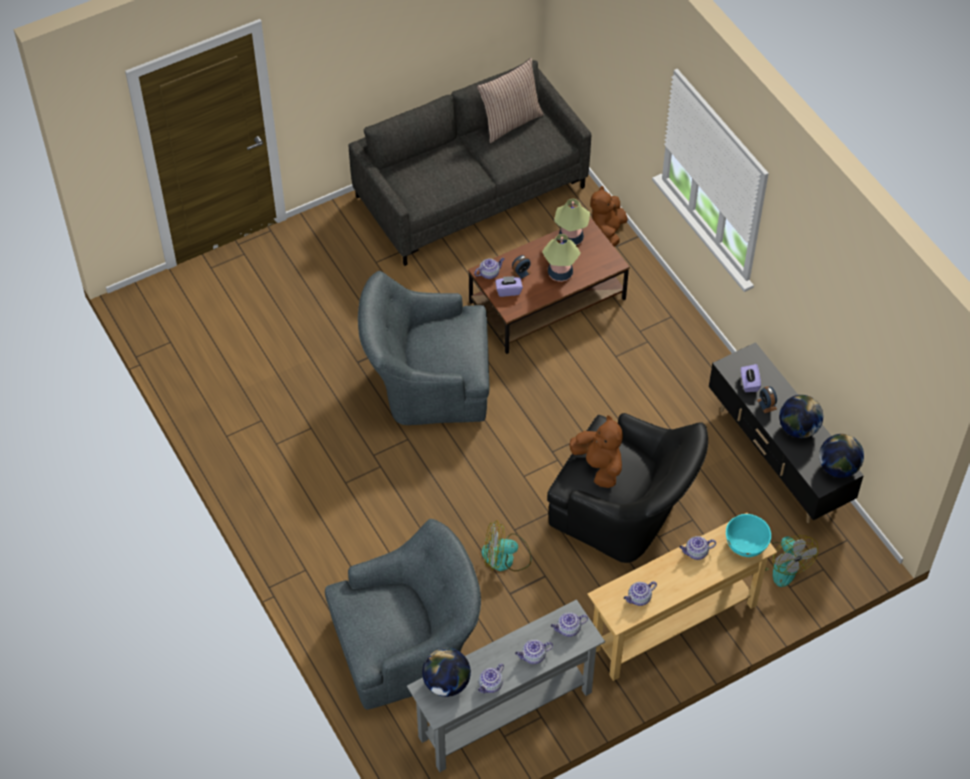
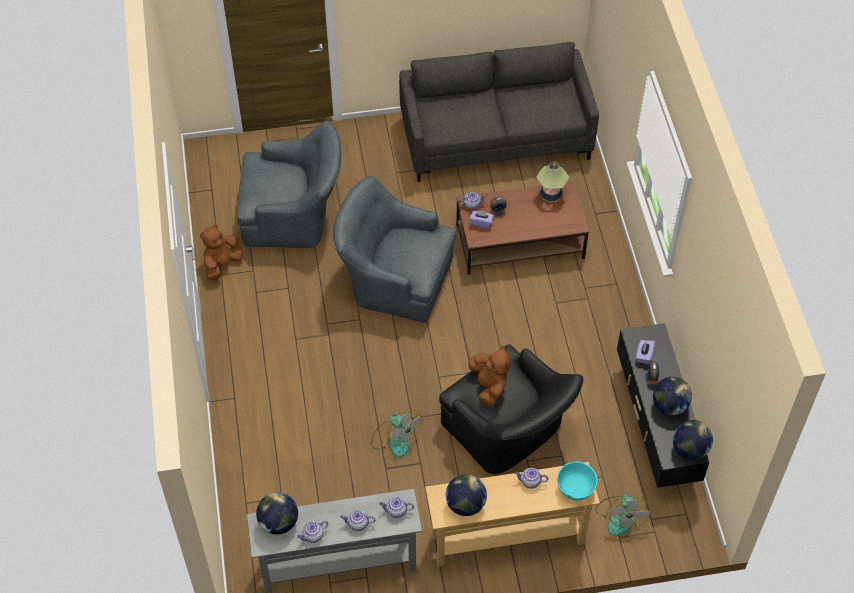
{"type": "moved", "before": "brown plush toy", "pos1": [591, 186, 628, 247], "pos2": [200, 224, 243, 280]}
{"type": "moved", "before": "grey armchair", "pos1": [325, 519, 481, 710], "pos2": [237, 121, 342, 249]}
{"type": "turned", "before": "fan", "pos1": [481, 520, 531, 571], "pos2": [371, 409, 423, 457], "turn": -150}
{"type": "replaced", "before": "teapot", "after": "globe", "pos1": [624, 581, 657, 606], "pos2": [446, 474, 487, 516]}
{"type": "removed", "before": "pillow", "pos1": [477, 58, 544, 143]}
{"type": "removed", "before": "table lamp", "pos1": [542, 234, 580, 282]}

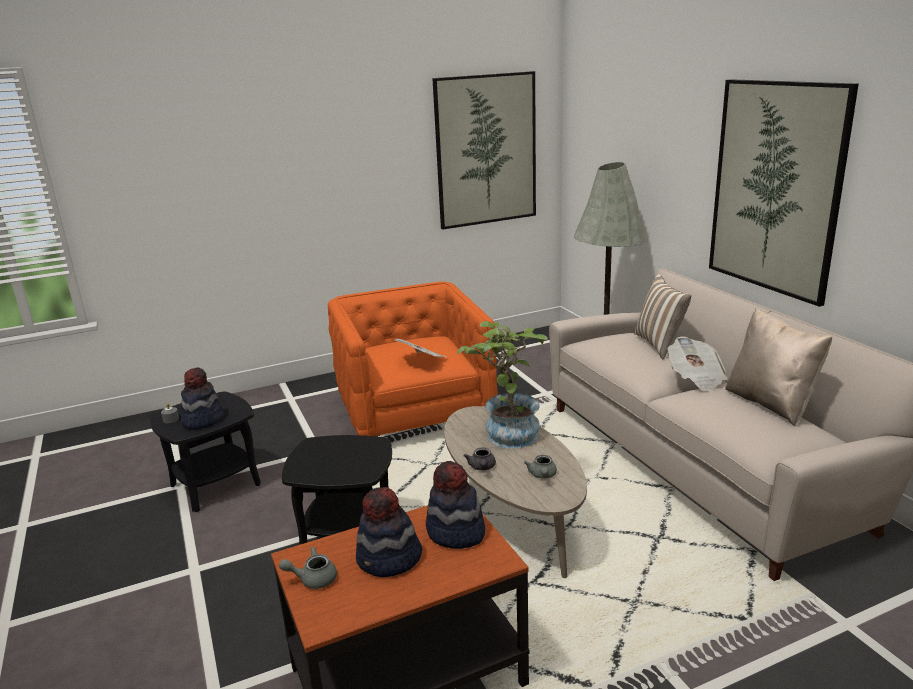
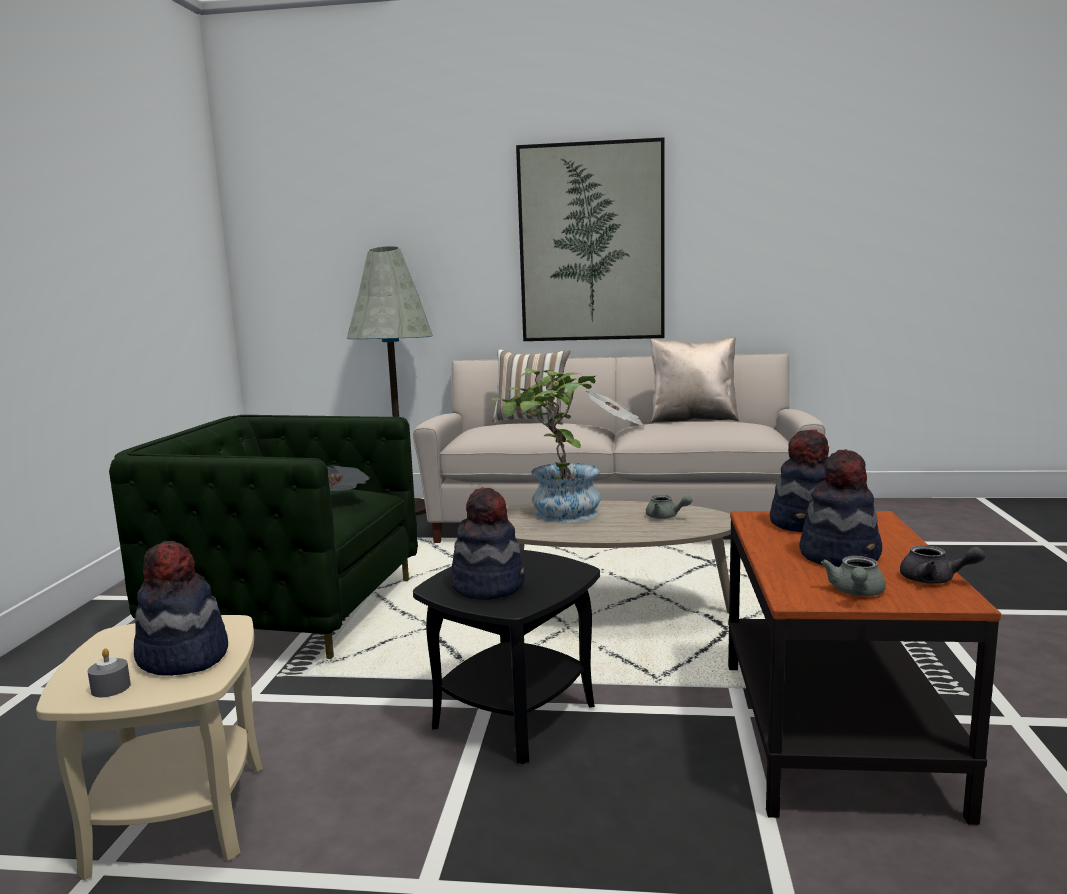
{"type": "recoloured", "before": "black side table", "after": "beige side table", "pos1": [149, 392, 261, 512], "pos2": [36, 615, 263, 881]}
{"type": "recoloured", "before": "orange armchair", "after": "green armchair", "pos1": [328, 281, 498, 437], "pos2": [109, 415, 418, 659]}
{"type": "added", "after": "hat", "pos2": [451, 487, 525, 600]}
{"type": "moved", "before": "grey teapot", "pos1": [464, 447, 496, 470], "pos2": [900, 545, 985, 584]}
{"type": "removed", "before": "picture", "pos1": [432, 71, 536, 229]}

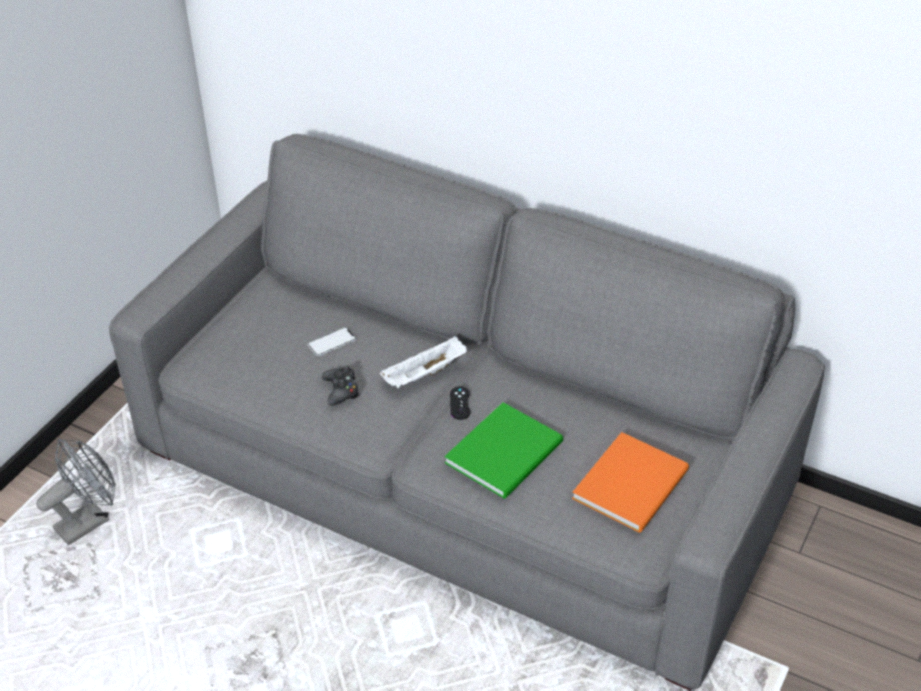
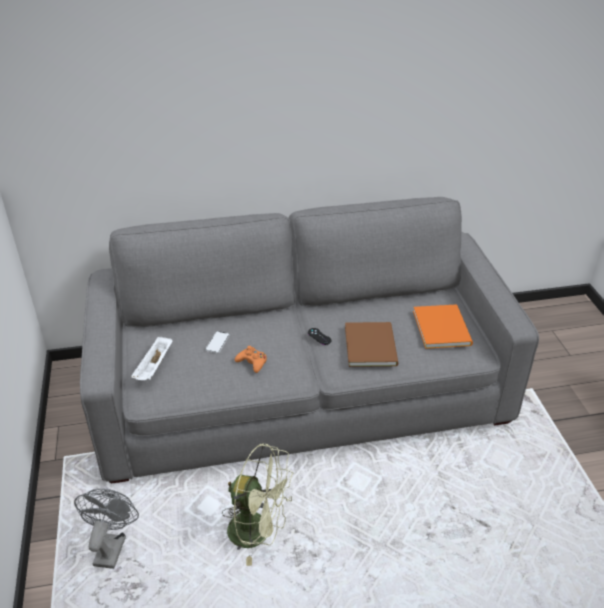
{"type": "moved", "before": "white tray", "pos1": [380, 336, 467, 388], "pos2": [131, 335, 173, 380]}
{"type": "added", "after": "green fan", "pos2": [222, 443, 294, 566]}
{"type": "recoloured", "before": "black game controller", "after": "orange game controller", "pos1": [322, 365, 360, 406], "pos2": [235, 346, 267, 373]}
{"type": "recoloured", "before": "green book", "after": "brown book", "pos1": [445, 402, 563, 499], "pos2": [345, 322, 398, 367]}

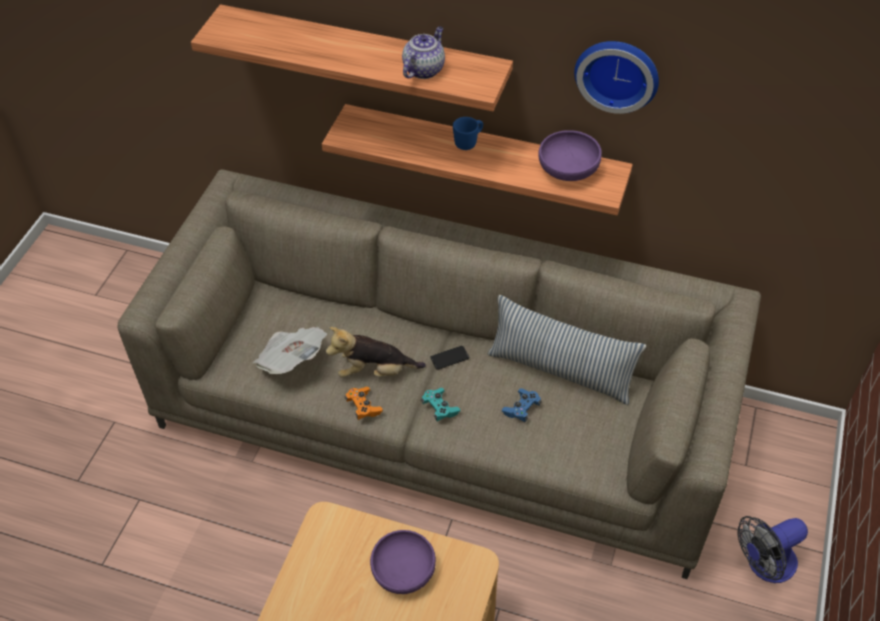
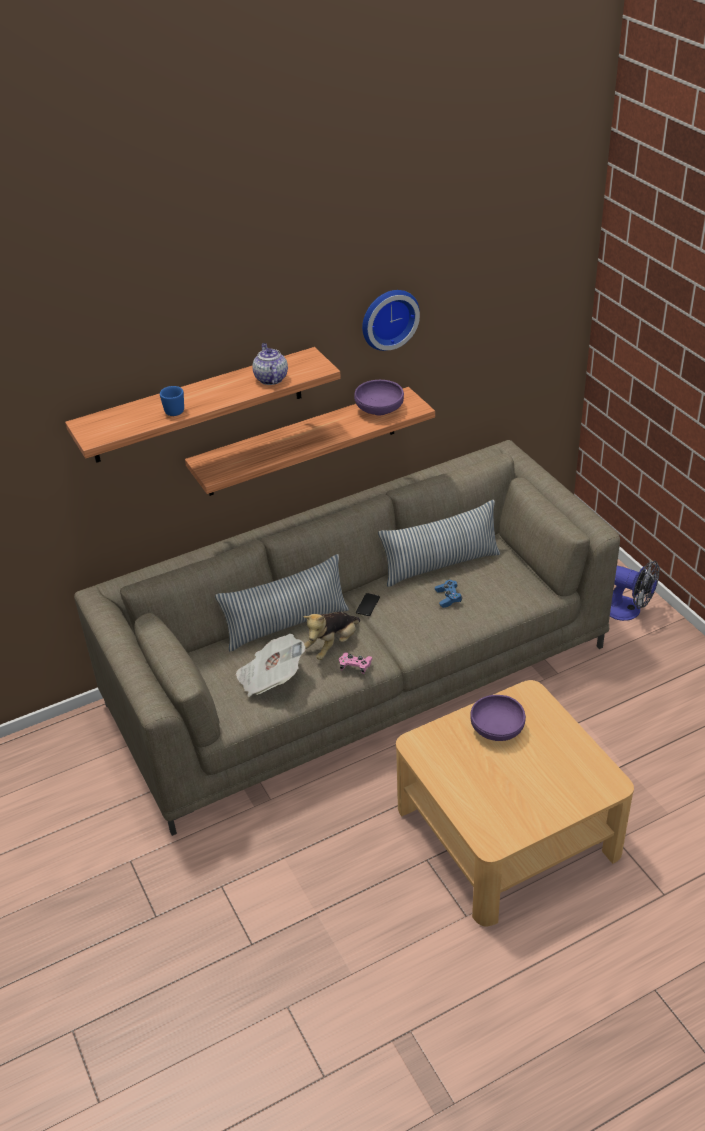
{"type": "moved", "before": "blue mug", "pos1": [453, 117, 483, 150], "pos2": [160, 386, 184, 416]}
{"type": "added", "after": "pillow", "pos2": [215, 554, 349, 652]}
{"type": "recoloured", "before": "orange game controller", "after": "pink game controller", "pos1": [345, 387, 383, 420], "pos2": [339, 653, 373, 674]}
{"type": "turned", "before": "fan", "pos1": [737, 516, 808, 583], "pos2": [610, 561, 660, 621], "turn": -75}
{"type": "removed", "before": "turquoise game controller", "pos1": [421, 388, 460, 422]}

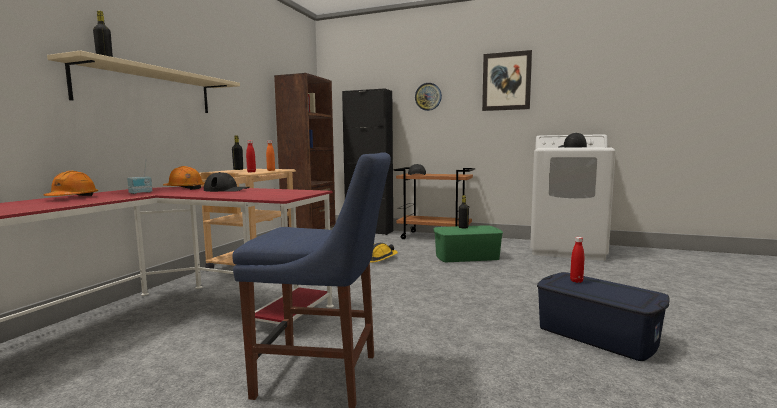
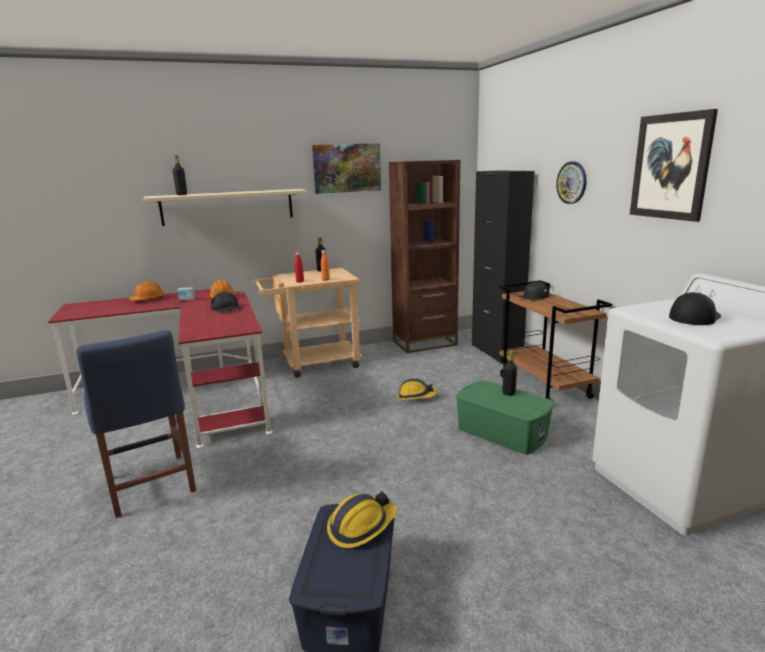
{"type": "added", "after": "picture", "pos2": [312, 143, 381, 194]}
{"type": "replaced", "before": "red bottle", "after": "hard hat", "pos1": [570, 237, 584, 283], "pos2": [327, 491, 397, 548]}

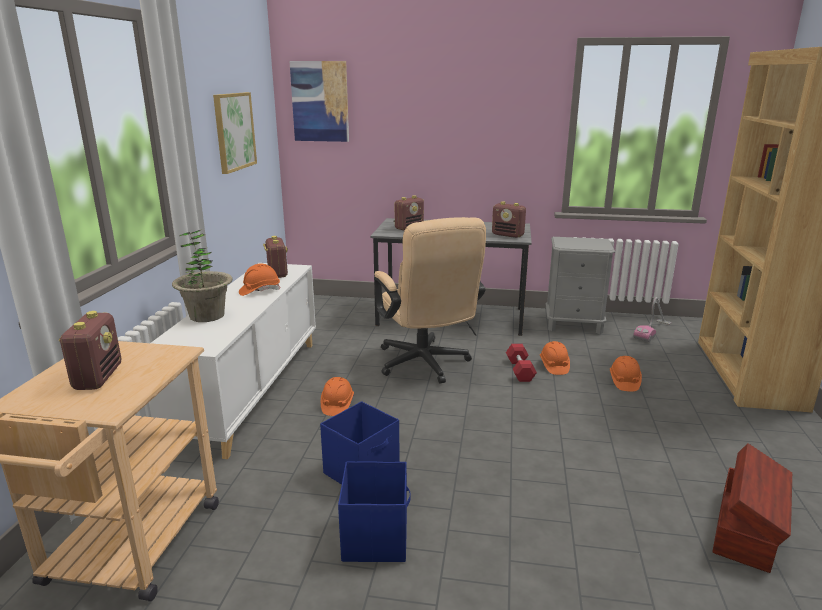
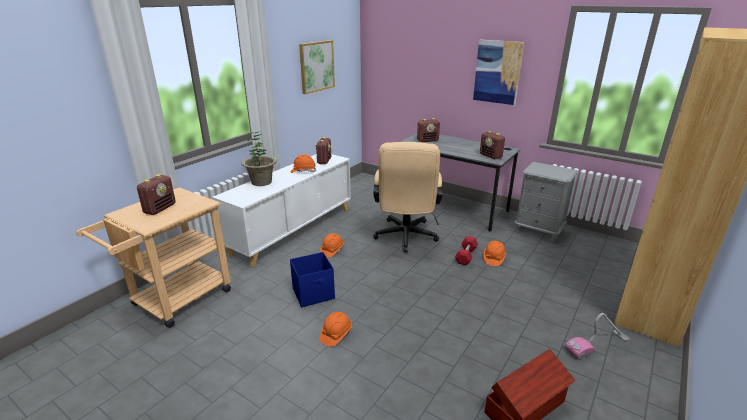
{"type": "moved", "before": "orange hard hat", "pos1": [610, 356, 642, 392], "pos2": [320, 312, 352, 347]}
{"type": "moved", "before": "picture", "pos1": [290, 61, 349, 142], "pos2": [473, 40, 524, 105]}
{"type": "moved", "before": "vacuum cleaner", "pos1": [633, 297, 671, 342], "pos2": [565, 313, 630, 360]}
{"type": "removed", "before": "blue storage box", "pos1": [338, 461, 410, 562]}

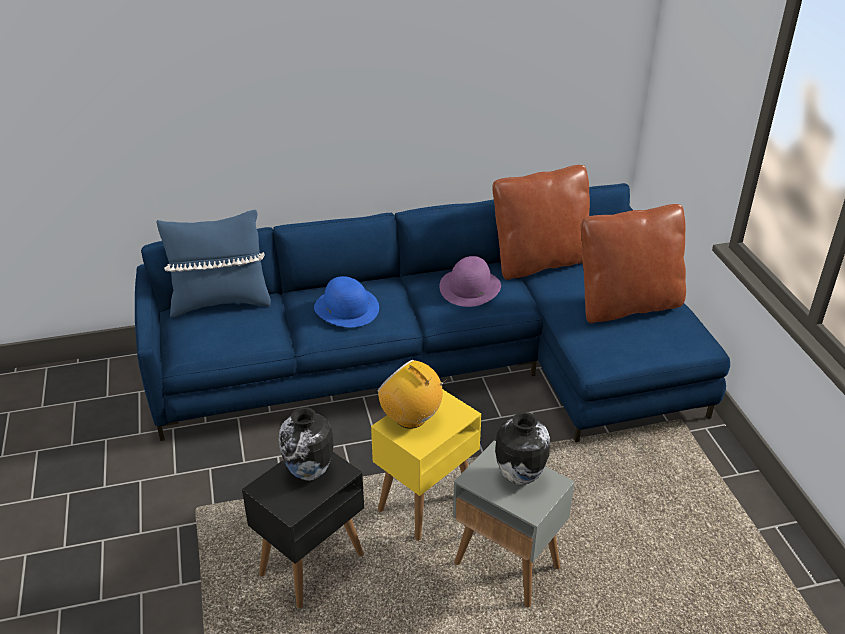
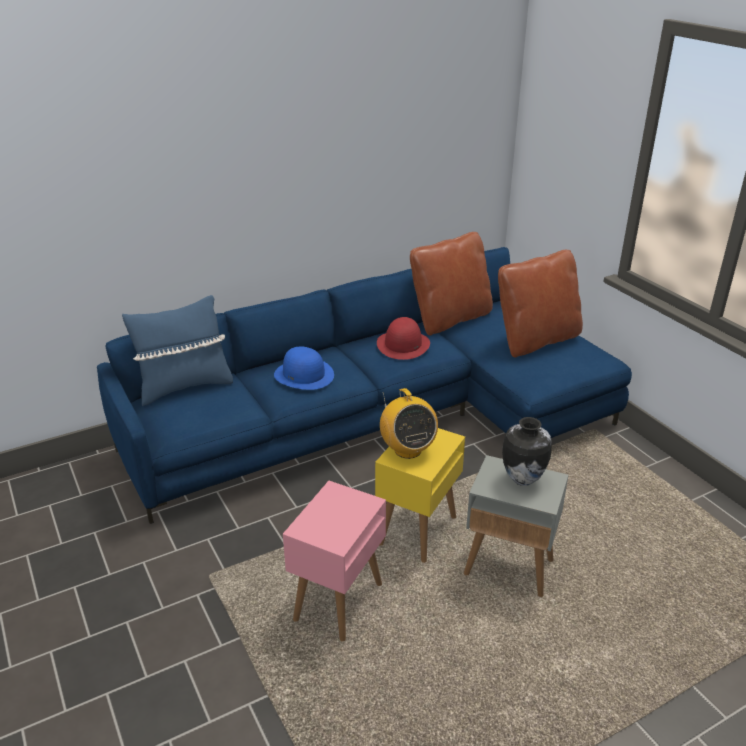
{"type": "recoloured", "before": "black side table", "after": "pink side table", "pos1": [242, 452, 364, 608], "pos2": [283, 481, 386, 642]}
{"type": "recoloured", "before": "purple hat", "after": "red hat", "pos1": [439, 256, 501, 307], "pos2": [377, 317, 430, 360]}
{"type": "turned", "before": "radio", "pos1": [378, 360, 449, 429], "pos2": [380, 388, 438, 459], "turn": -135}
{"type": "removed", "before": "vase", "pos1": [279, 407, 334, 481]}

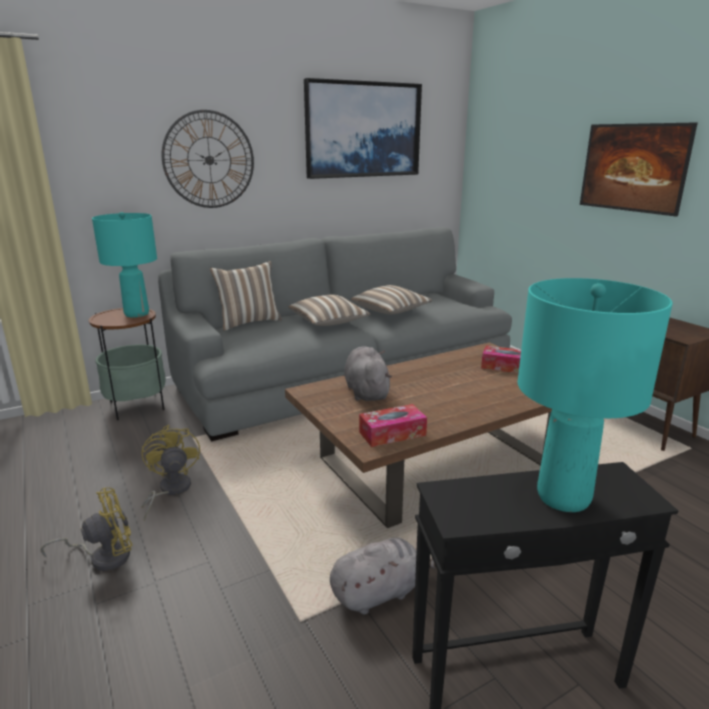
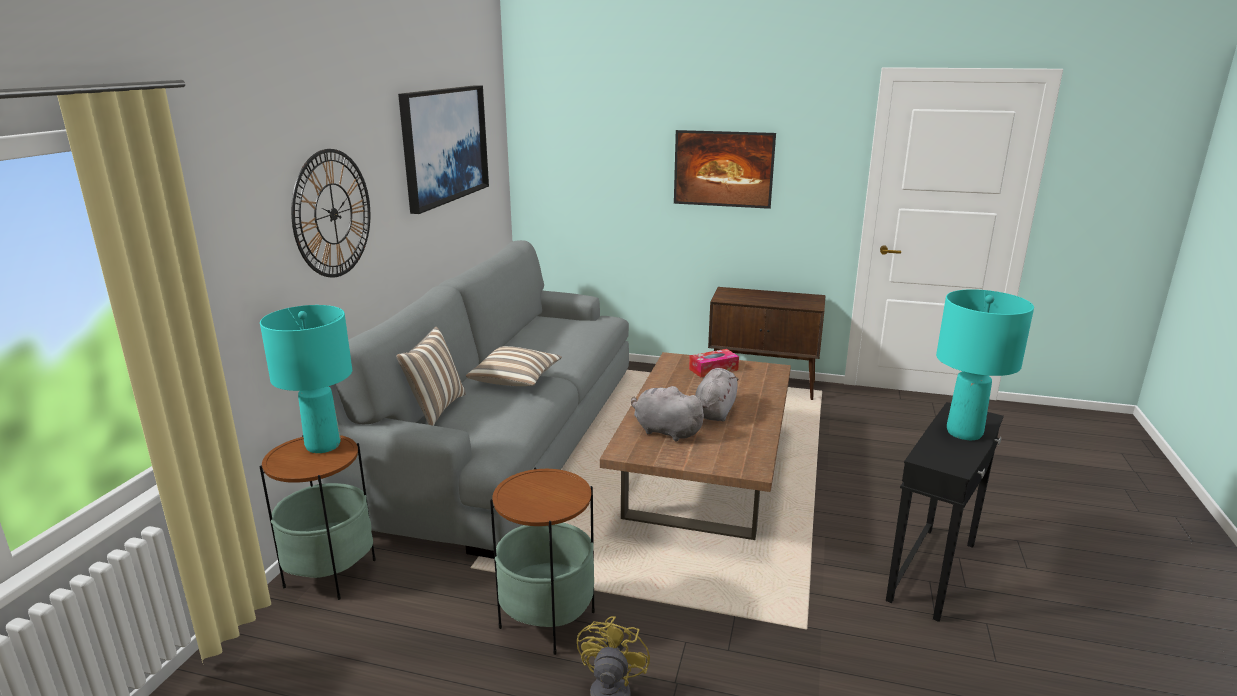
{"type": "replaced", "before": "yellow fan", "after": "side table", "pos1": [141, 425, 200, 521], "pos2": [490, 467, 595, 655]}
{"type": "moved", "before": "grey plush toy", "pos1": [330, 537, 436, 615], "pos2": [695, 368, 738, 421]}
{"type": "removed", "before": "pillow", "pos1": [351, 285, 433, 314]}
{"type": "removed", "before": "tissue box", "pos1": [359, 404, 427, 447]}

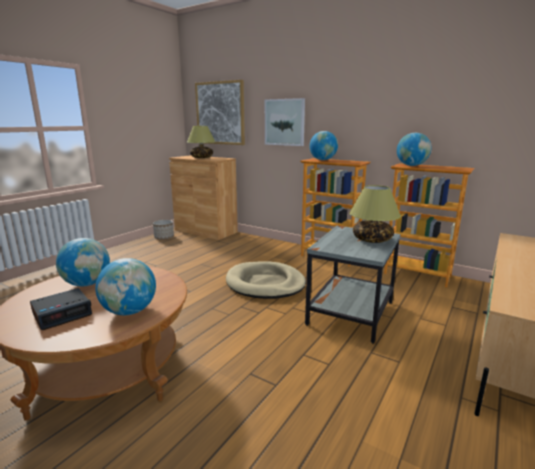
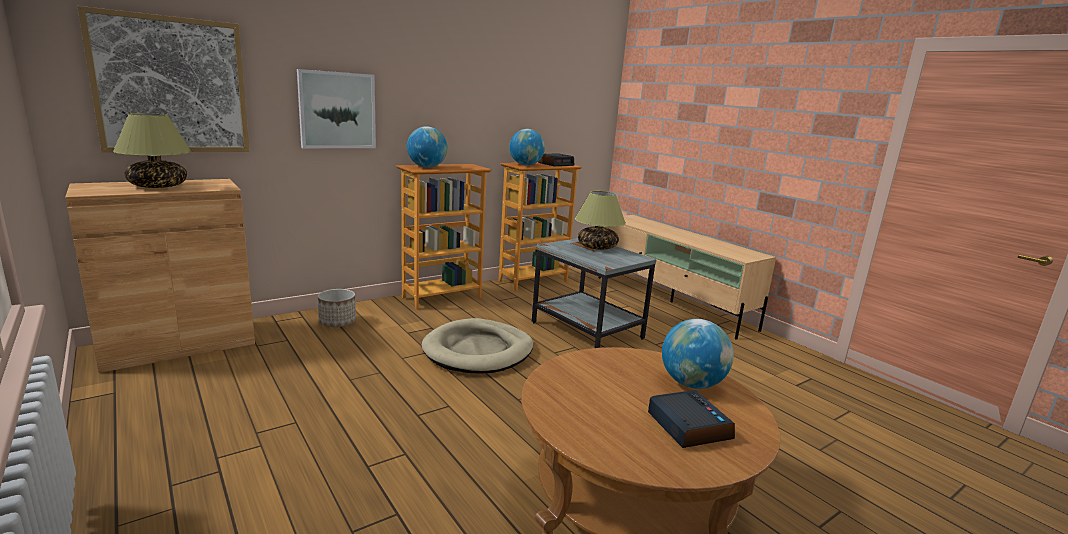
{"type": "moved", "before": "planter", "pos1": [153, 220, 174, 240], "pos2": [317, 289, 356, 327]}
{"type": "added", "after": "alarm clock", "pos2": [538, 153, 574, 166]}
{"type": "removed", "before": "globe", "pos1": [56, 238, 110, 286]}

